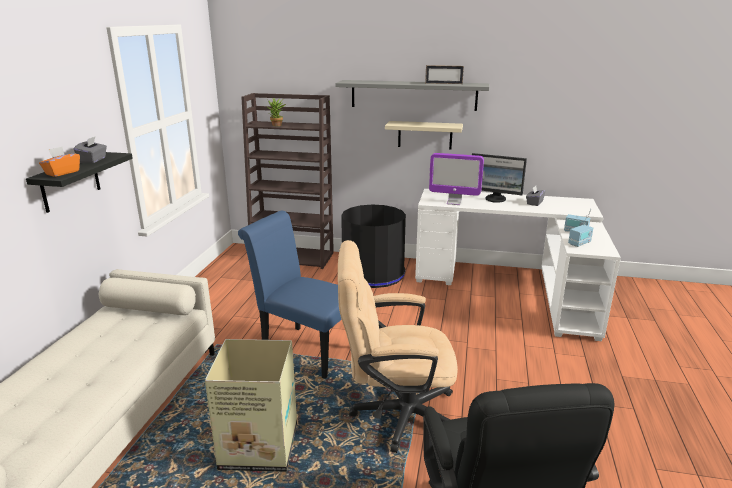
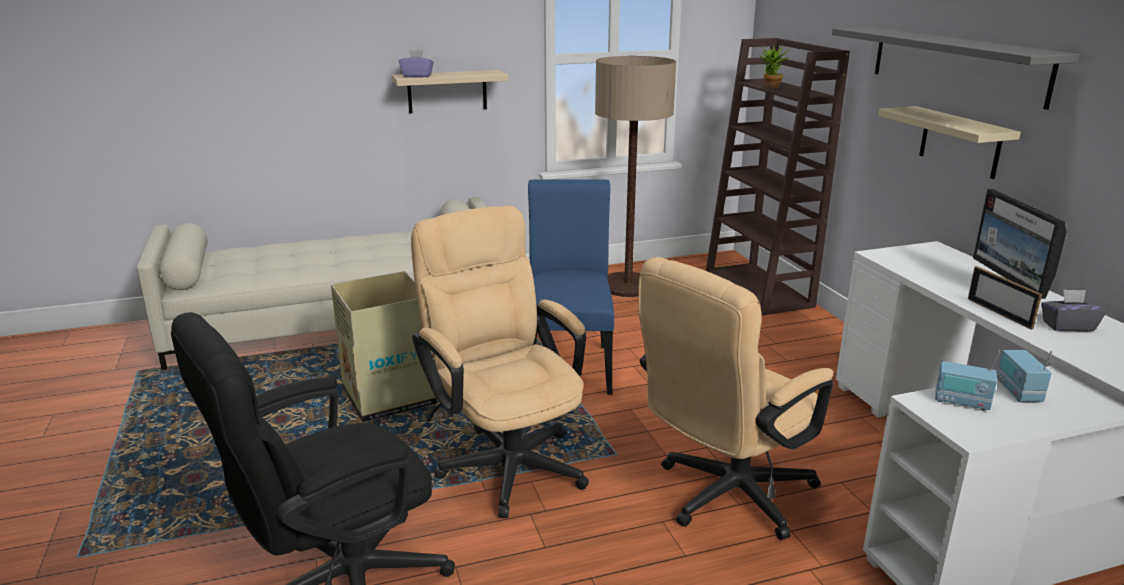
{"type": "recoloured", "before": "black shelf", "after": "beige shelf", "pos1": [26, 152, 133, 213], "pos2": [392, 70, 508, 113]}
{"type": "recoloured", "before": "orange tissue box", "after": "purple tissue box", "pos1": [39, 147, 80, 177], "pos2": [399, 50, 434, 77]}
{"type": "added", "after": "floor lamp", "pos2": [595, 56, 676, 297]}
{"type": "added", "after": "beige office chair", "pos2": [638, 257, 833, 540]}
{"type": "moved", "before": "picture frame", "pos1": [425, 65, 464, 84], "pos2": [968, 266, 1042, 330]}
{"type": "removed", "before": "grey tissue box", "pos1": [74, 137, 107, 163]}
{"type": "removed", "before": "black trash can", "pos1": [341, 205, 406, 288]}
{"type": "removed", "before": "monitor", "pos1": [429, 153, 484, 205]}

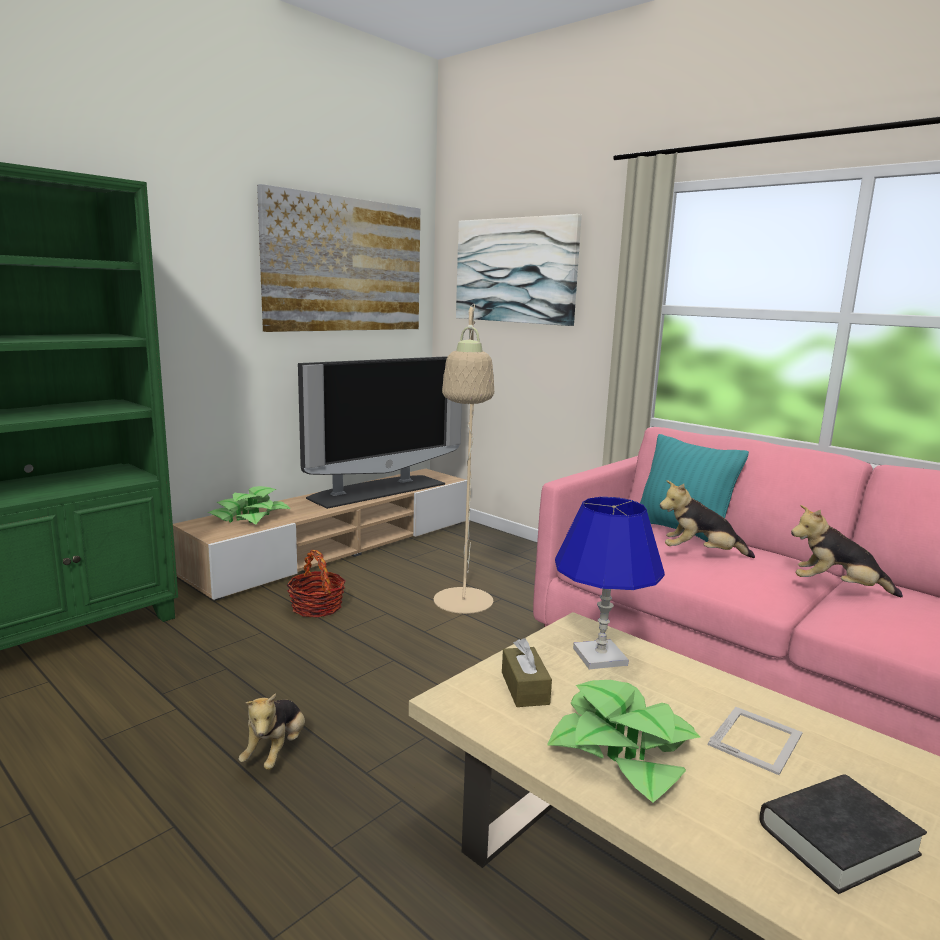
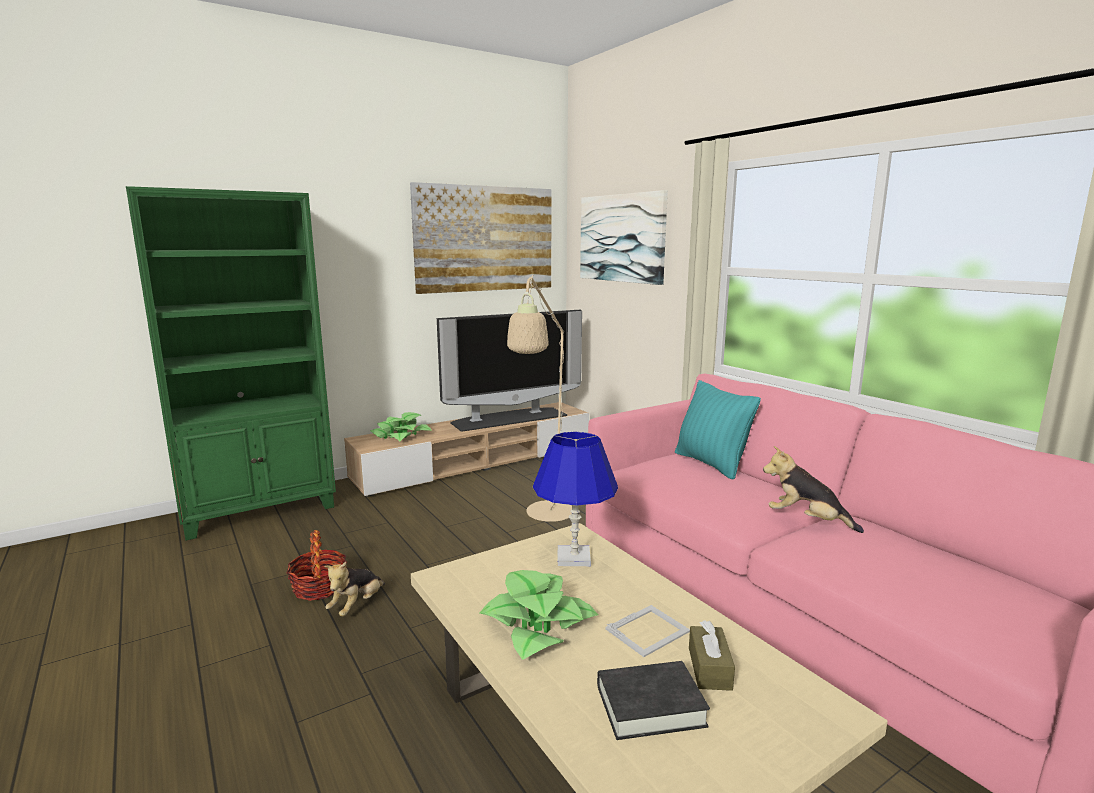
{"type": "moved", "before": "basket", "pos1": [287, 550, 346, 617], "pos2": [287, 530, 347, 601]}
{"type": "moved", "before": "brown tissue box", "pos1": [502, 638, 552, 707], "pos2": [689, 621, 735, 691]}
{"type": "removed", "before": "plush toy", "pos1": [660, 480, 755, 558]}

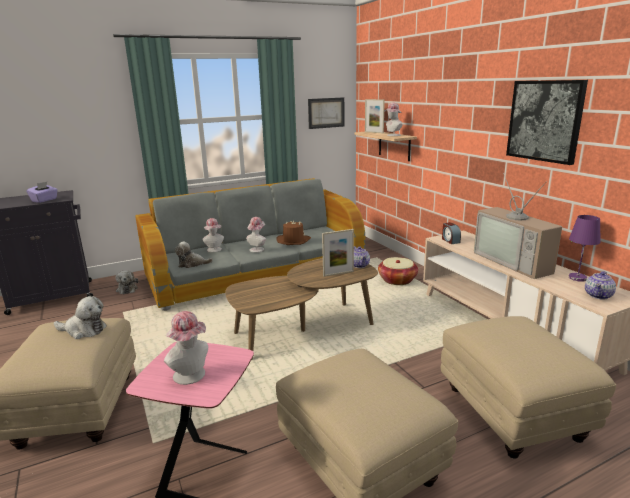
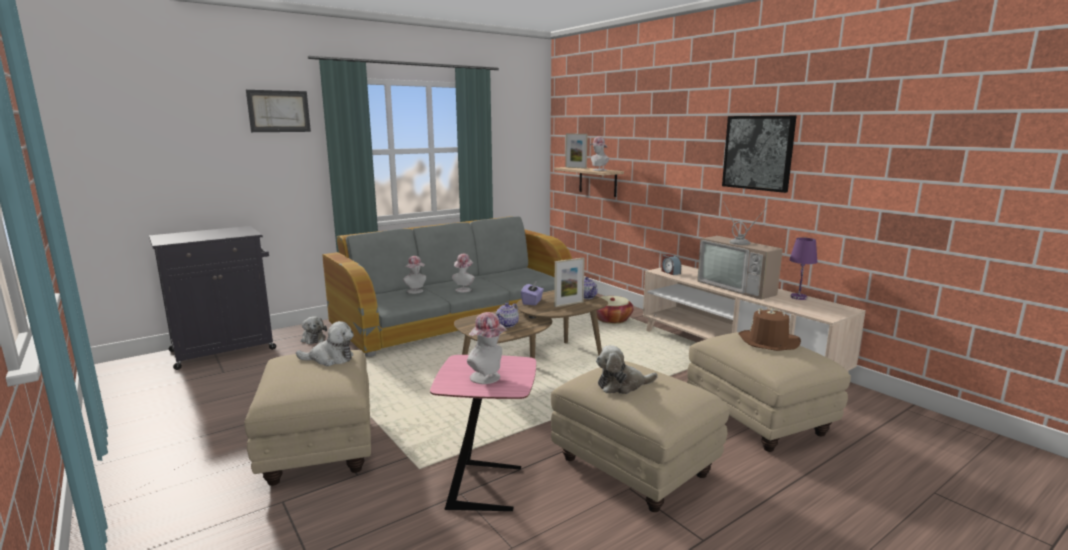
{"type": "moved", "before": "picture", "pos1": [308, 97, 344, 129], "pos2": [246, 90, 311, 132]}
{"type": "moved", "before": "teapot", "pos1": [585, 271, 616, 300], "pos2": [496, 303, 519, 328]}
{"type": "moved", "before": "purple tissue box", "pos1": [26, 182, 58, 203], "pos2": [521, 281, 544, 305]}
{"type": "moved", "before": "plush toy", "pos1": [175, 241, 213, 268], "pos2": [596, 345, 658, 394]}
{"type": "moved", "before": "brown hat", "pos1": [276, 220, 311, 245], "pos2": [738, 308, 801, 351]}

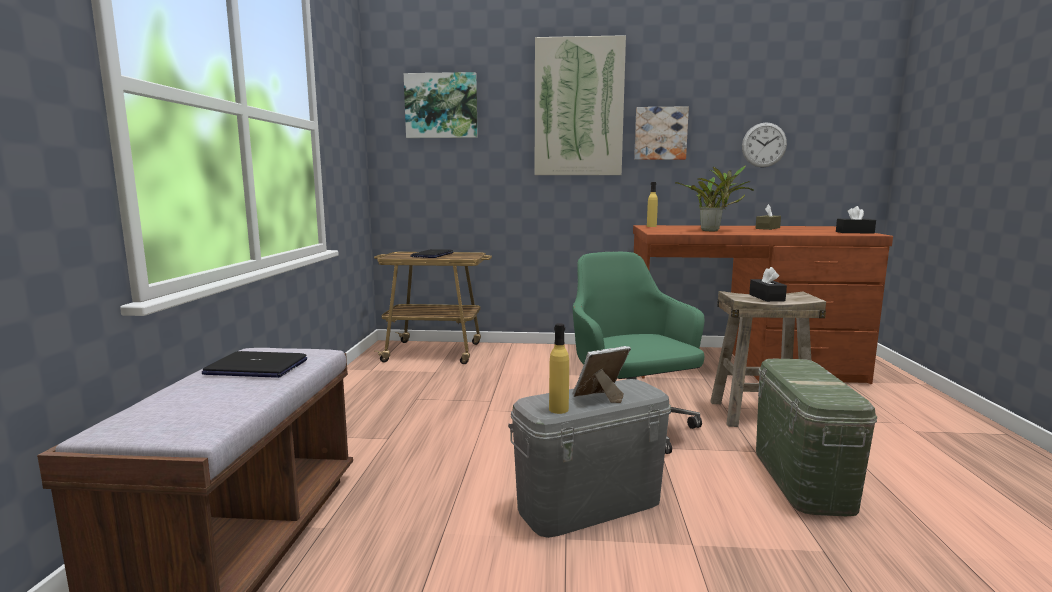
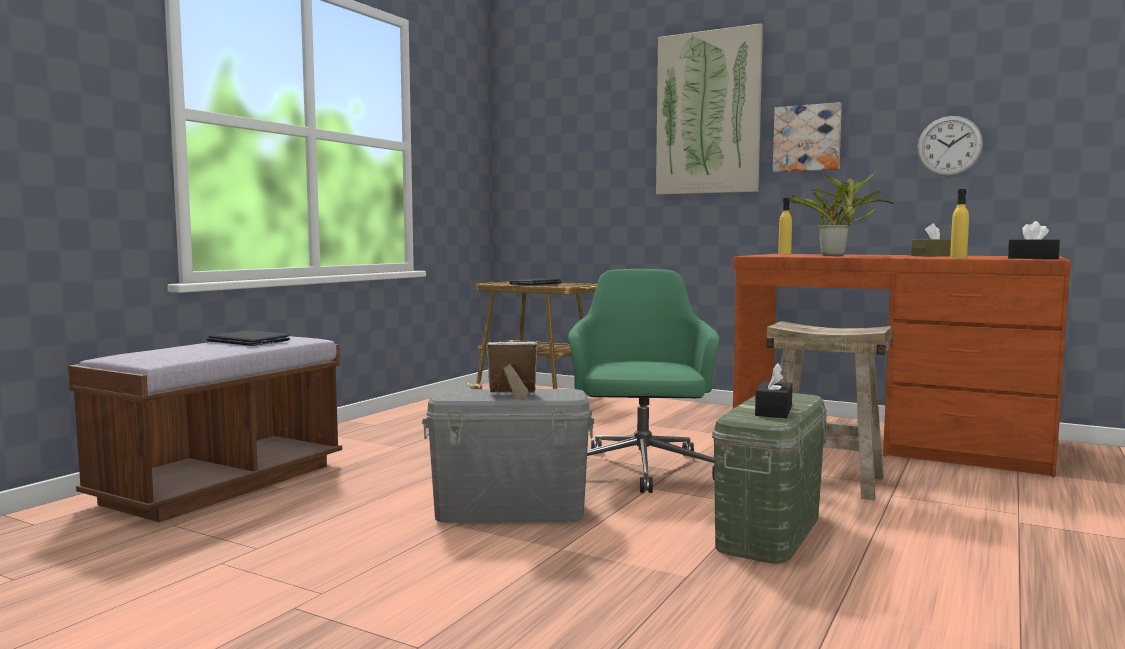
{"type": "moved", "before": "black tissue box", "pos1": [749, 267, 787, 302], "pos2": [755, 363, 793, 418]}
{"type": "moved", "before": "yellow bottle", "pos1": [549, 323, 569, 414], "pos2": [950, 189, 969, 258]}
{"type": "removed", "before": "picture", "pos1": [404, 72, 478, 138]}

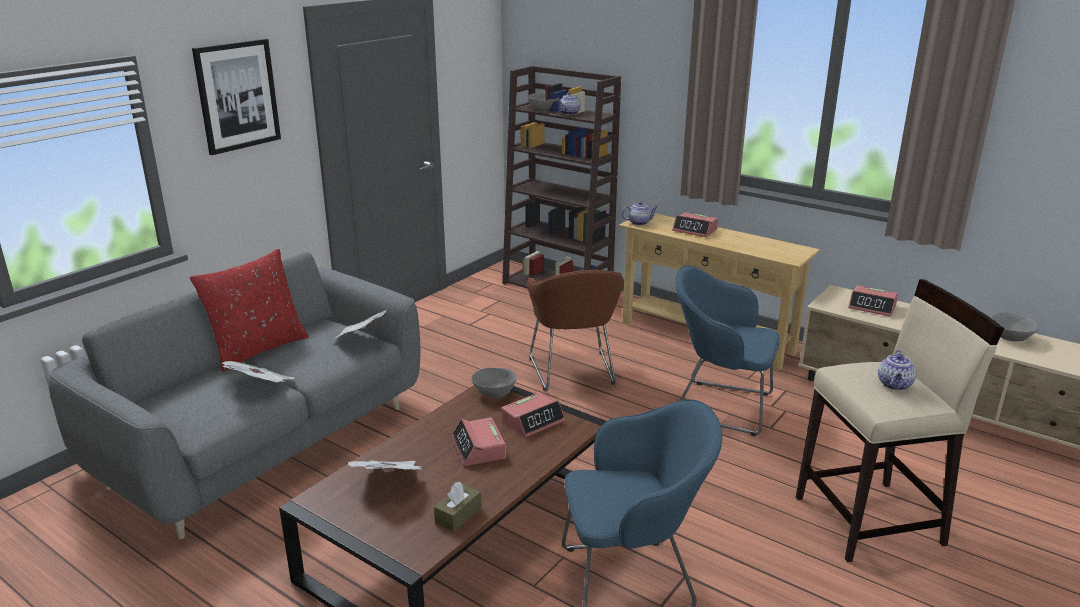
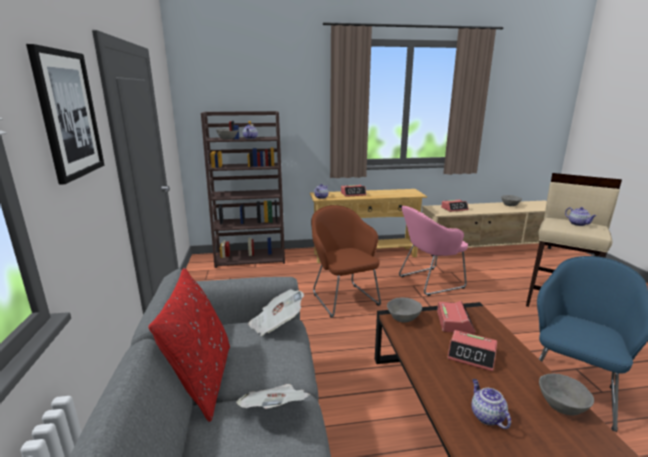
{"type": "turned", "before": "brown armchair", "pos1": [527, 270, 623, 391], "pos2": [311, 205, 381, 318], "turn": -150}
{"type": "recoloured", "before": "blue armchair", "after": "pink armchair", "pos1": [675, 265, 780, 436], "pos2": [399, 206, 468, 296]}
{"type": "replaced", "before": "newspaper", "after": "teapot", "pos1": [348, 460, 422, 472], "pos2": [471, 379, 511, 429]}
{"type": "replaced", "before": "brown tissue box", "after": "grey bowl", "pos1": [434, 482, 482, 532], "pos2": [539, 373, 594, 415]}

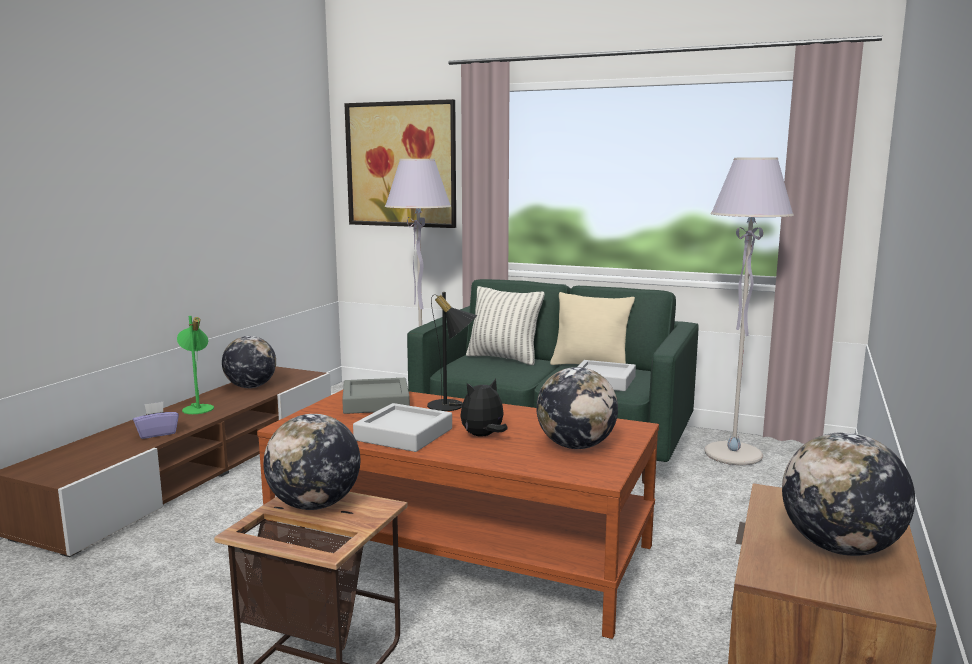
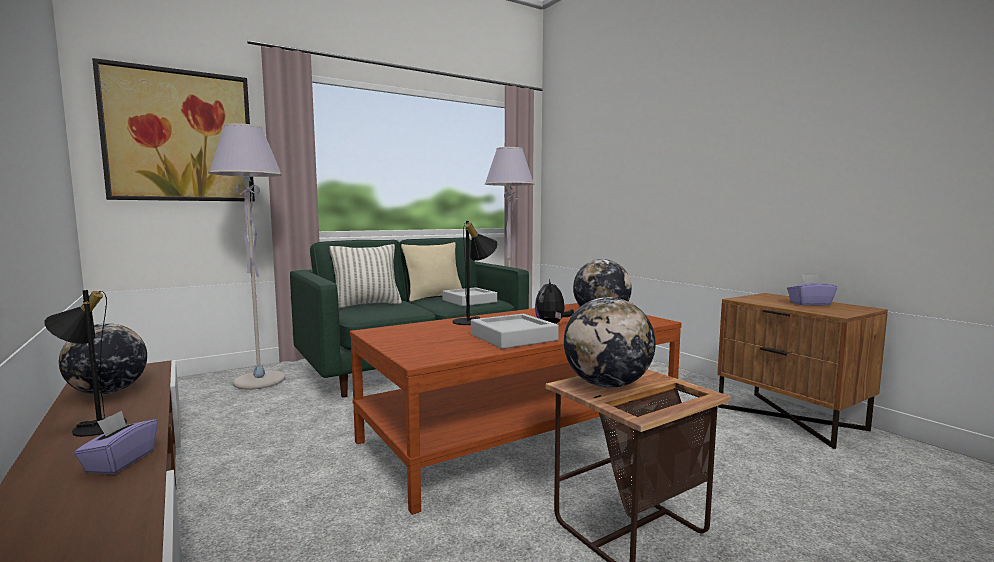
{"type": "recoloured", "before": "green table lamp", "after": "black table lamp", "pos1": [177, 316, 214, 414], "pos2": [44, 290, 127, 437]}
{"type": "replaced", "before": "globe", "after": "purple tissue box", "pos1": [782, 432, 915, 556], "pos2": [787, 275, 837, 306]}
{"type": "removed", "before": "grey tray", "pos1": [342, 378, 410, 414]}

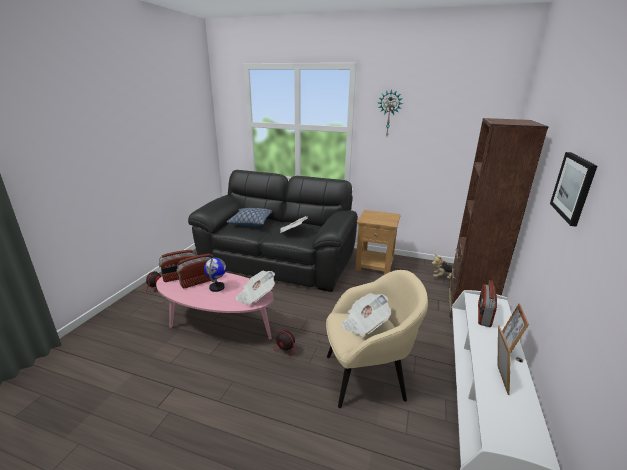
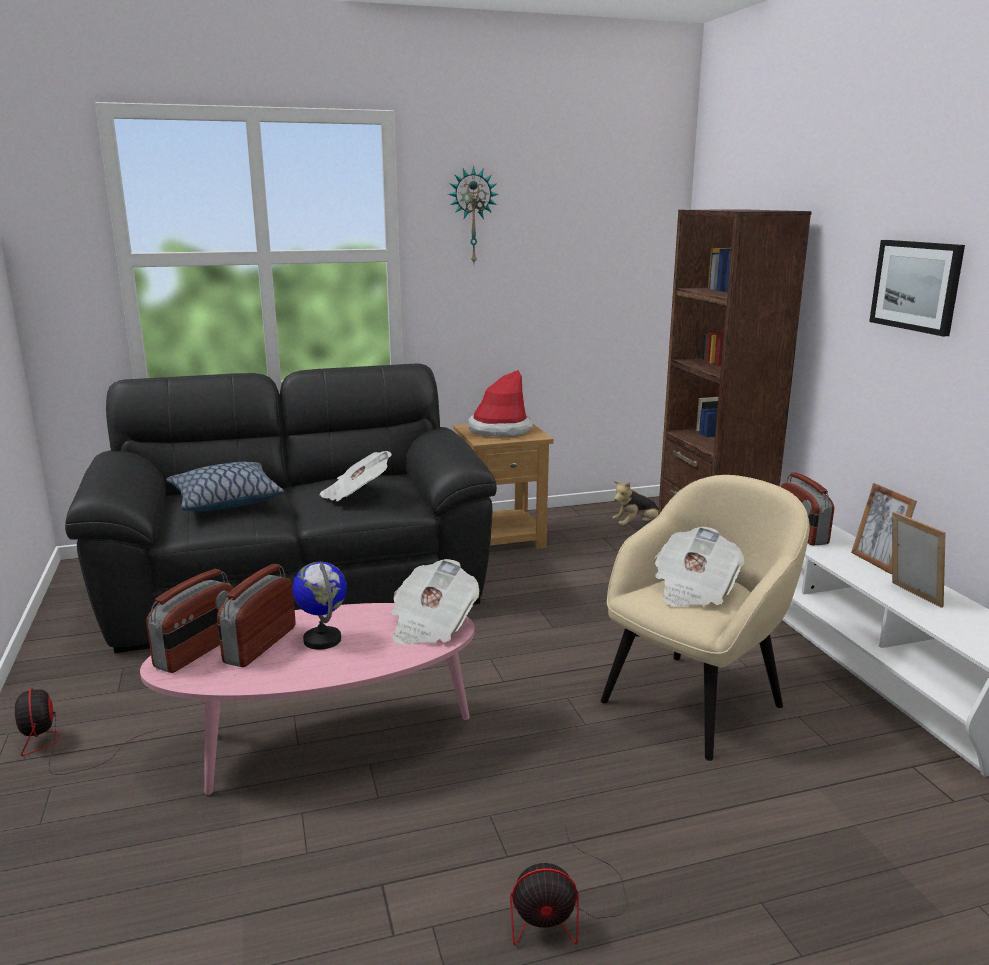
{"type": "added", "after": "hat", "pos2": [468, 370, 533, 437]}
{"type": "moved", "before": "fan", "pos1": [274, 330, 322, 359], "pos2": [510, 825, 628, 946]}

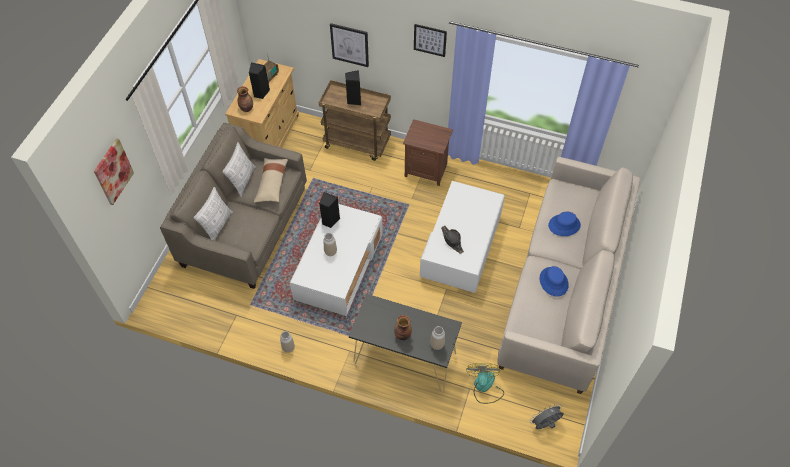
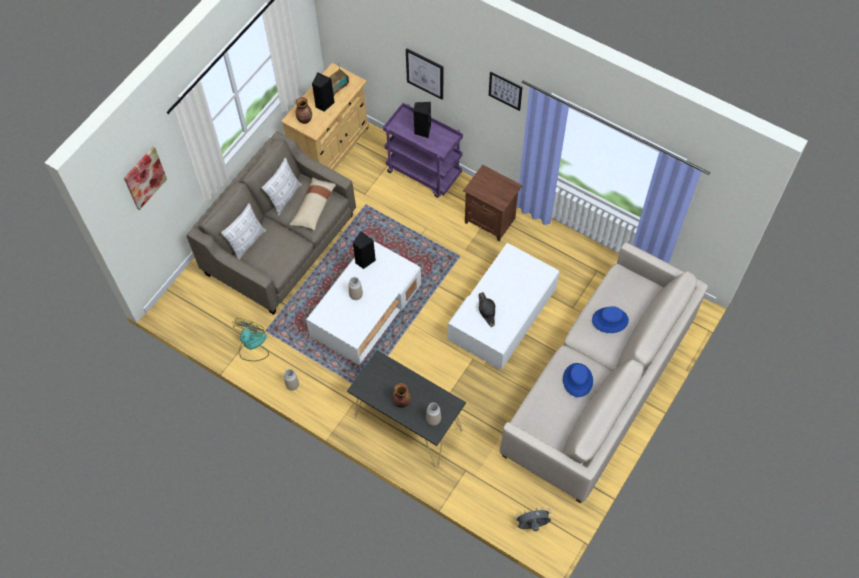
{"type": "moved", "before": "fan", "pos1": [466, 363, 504, 404], "pos2": [232, 318, 269, 361]}
{"type": "recoloured", "before": "brown cart", "after": "purple cart", "pos1": [319, 80, 391, 161], "pos2": [383, 103, 463, 198]}

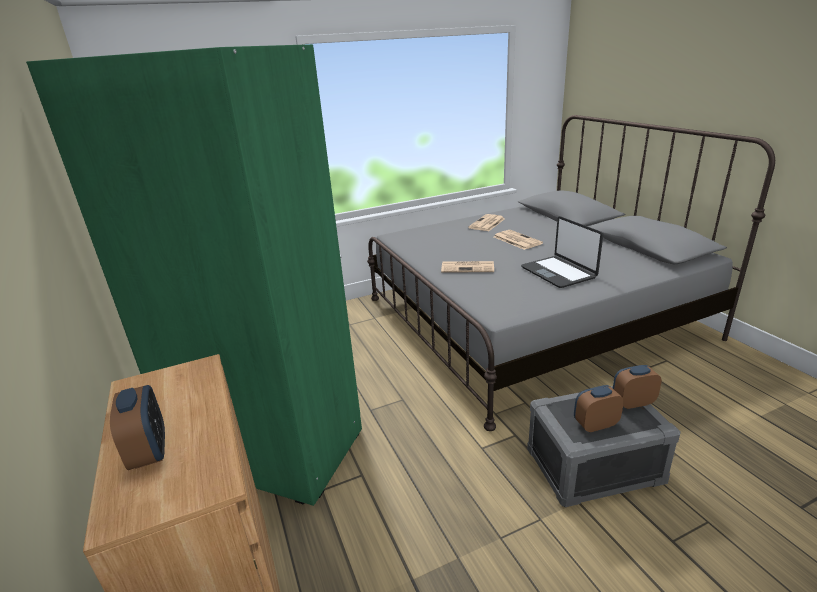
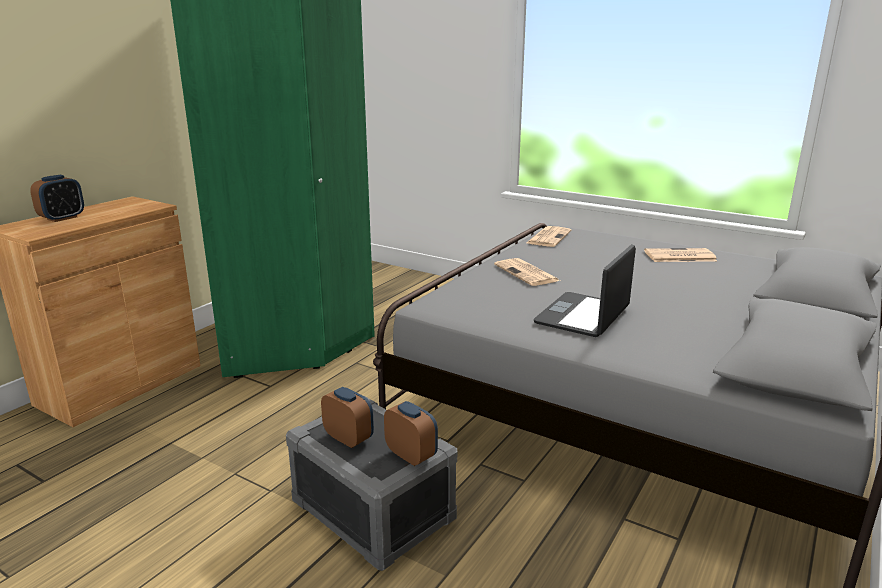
{"type": "moved", "before": "newspaper", "pos1": [494, 230, 543, 250], "pos2": [527, 226, 571, 247]}

